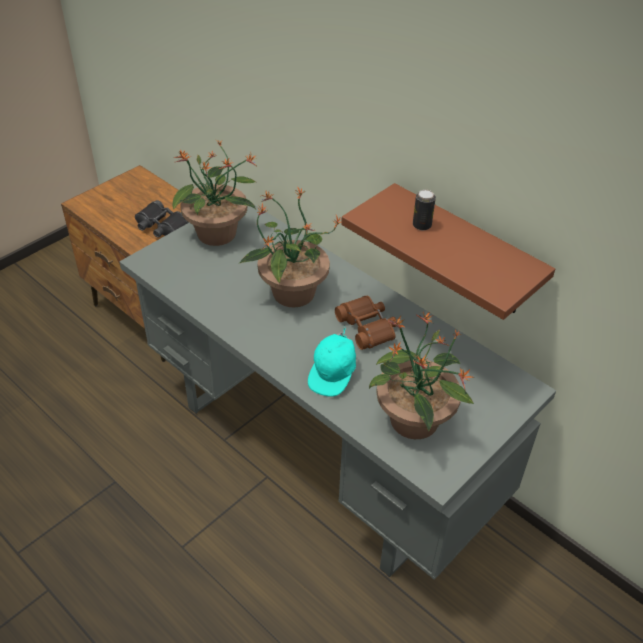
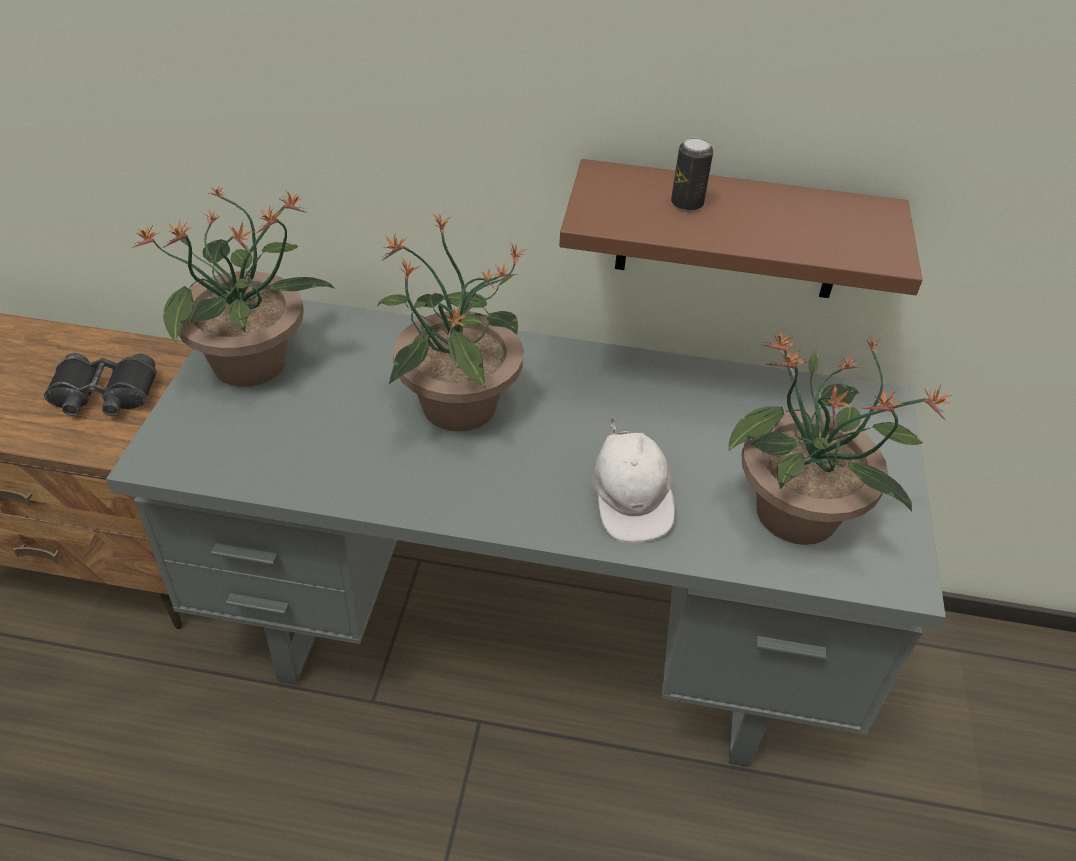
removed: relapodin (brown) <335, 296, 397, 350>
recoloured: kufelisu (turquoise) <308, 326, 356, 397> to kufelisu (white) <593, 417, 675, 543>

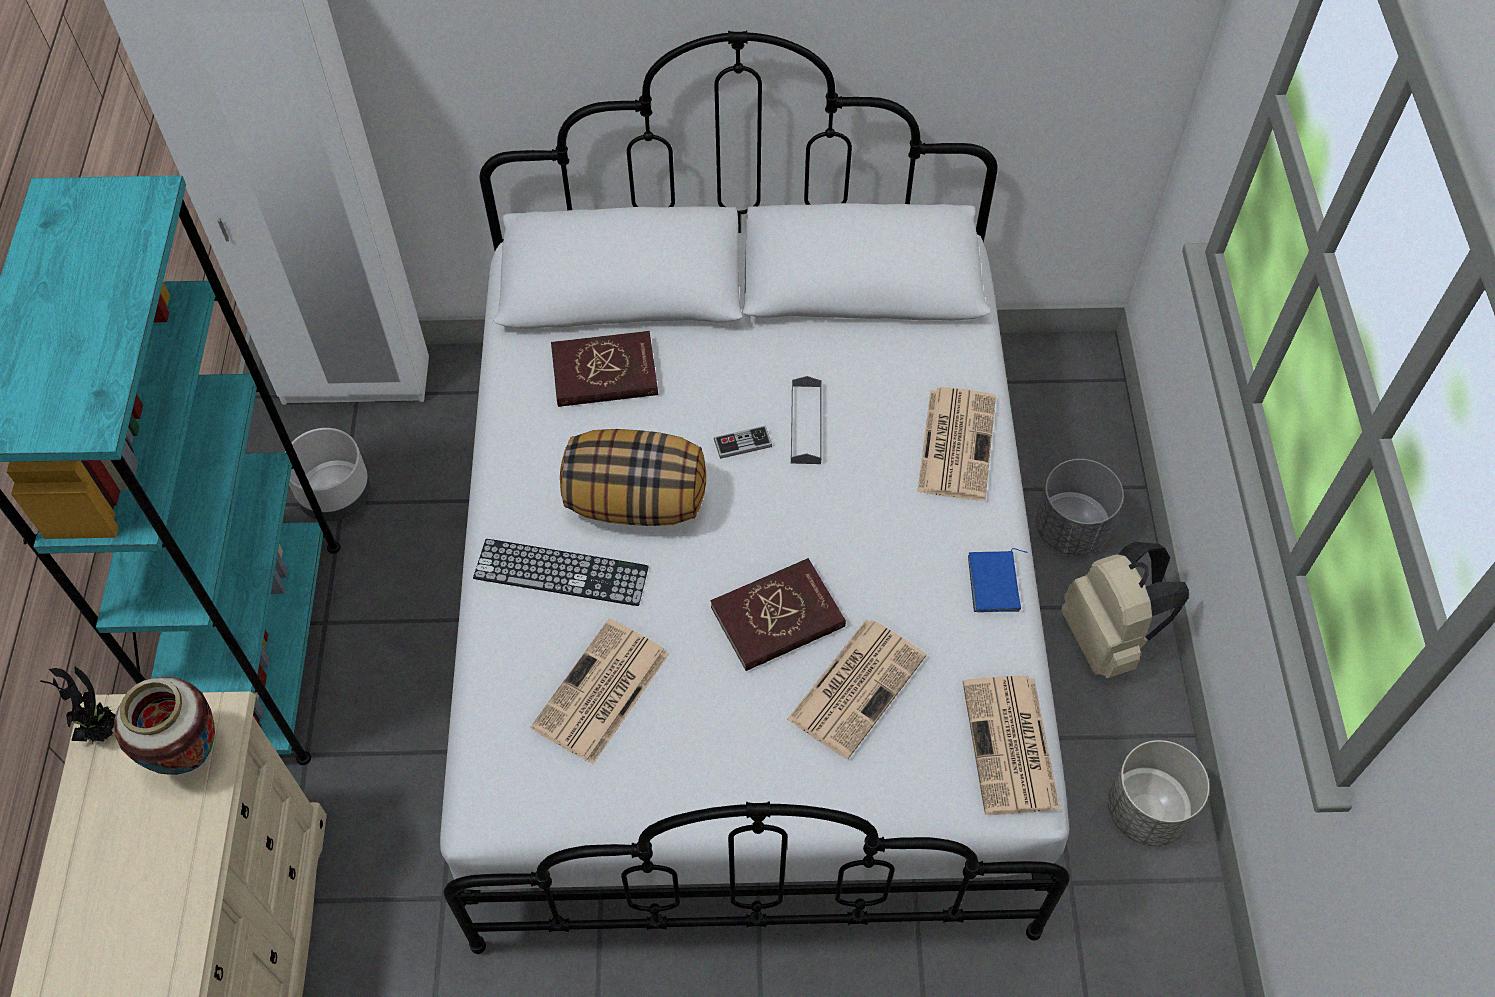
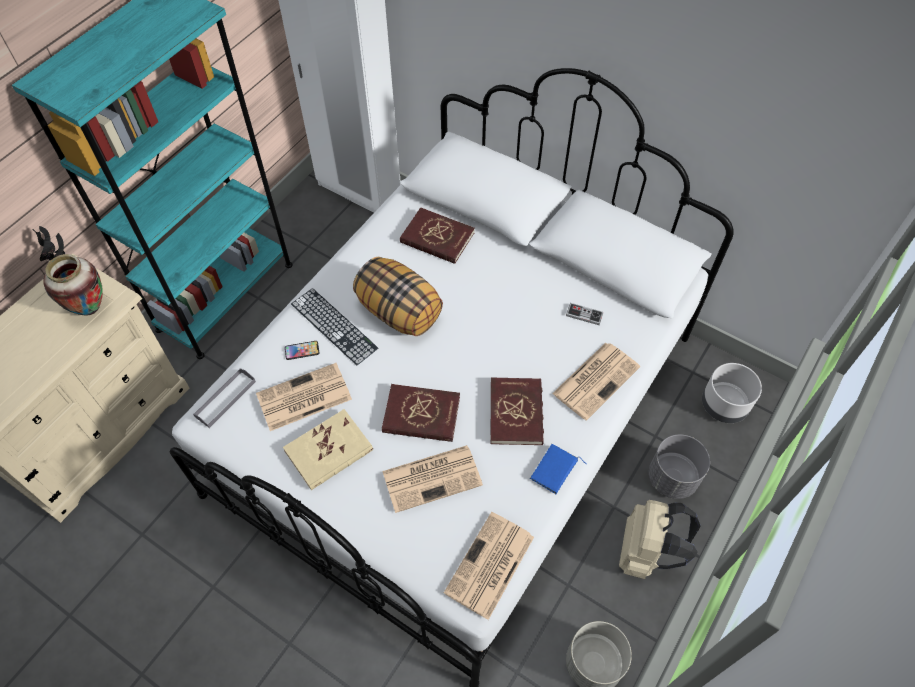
added: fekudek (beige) <283, 409, 373, 490>; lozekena <285, 341, 319, 360>; fekudek (red) <491, 378, 544, 445>
moved: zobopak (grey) <791, 376, 822, 464> to <193, 368, 256, 428>; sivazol <713, 426, 772, 459> to <566, 303, 603, 325>; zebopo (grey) <285, 428, 371, 521> to <702, 363, 762, 423>

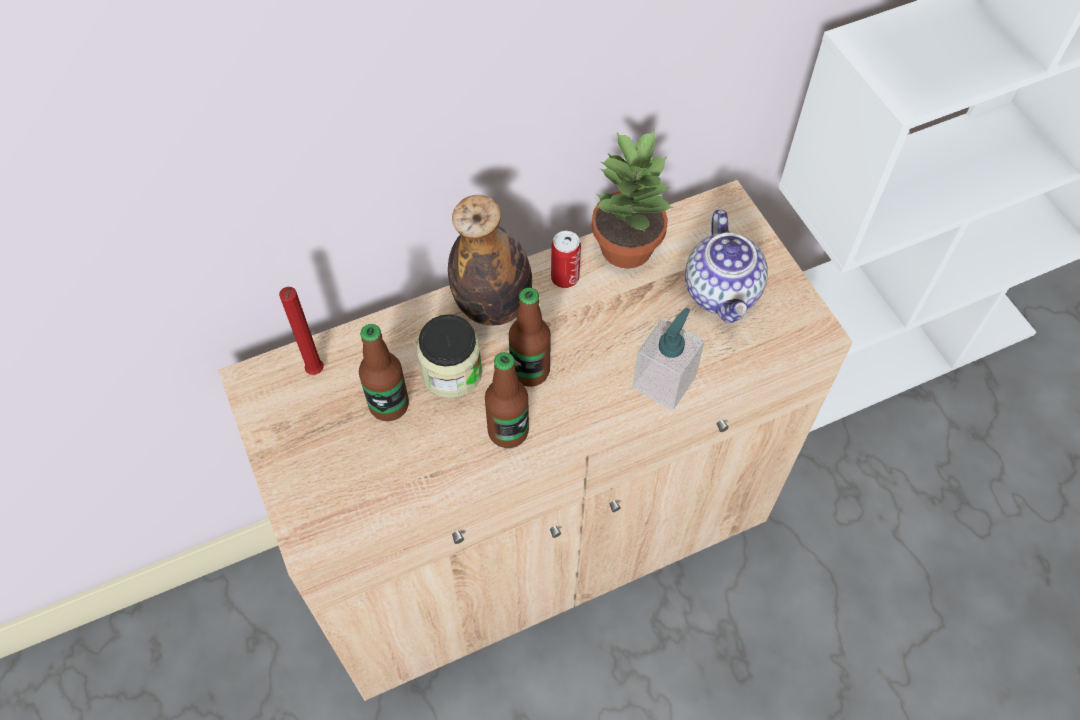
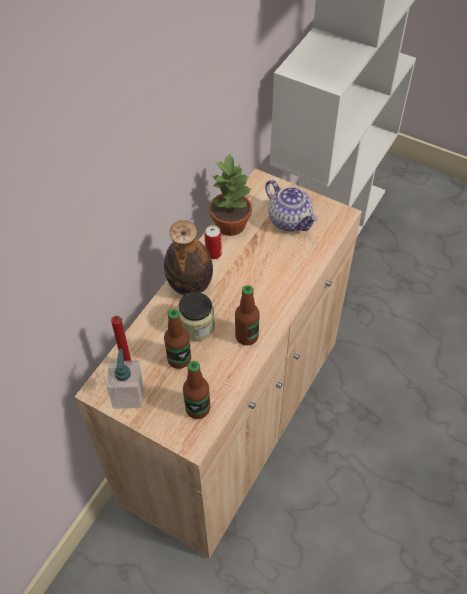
moved: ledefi <632, 307, 705, 410> to <107, 349, 144, 409>; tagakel <509, 288, 551, 387> to <183, 361, 210, 419>

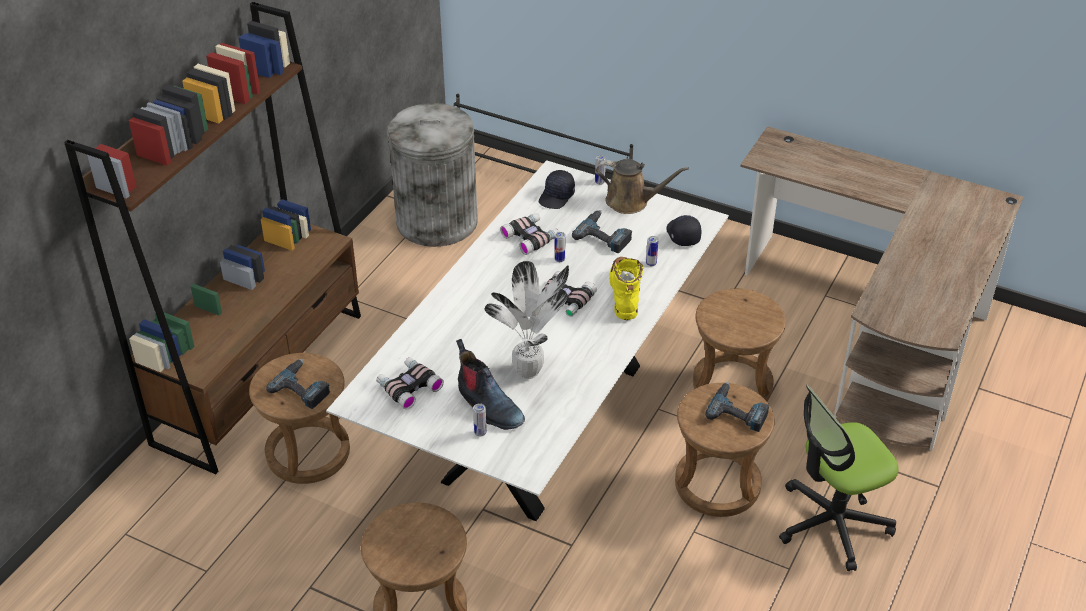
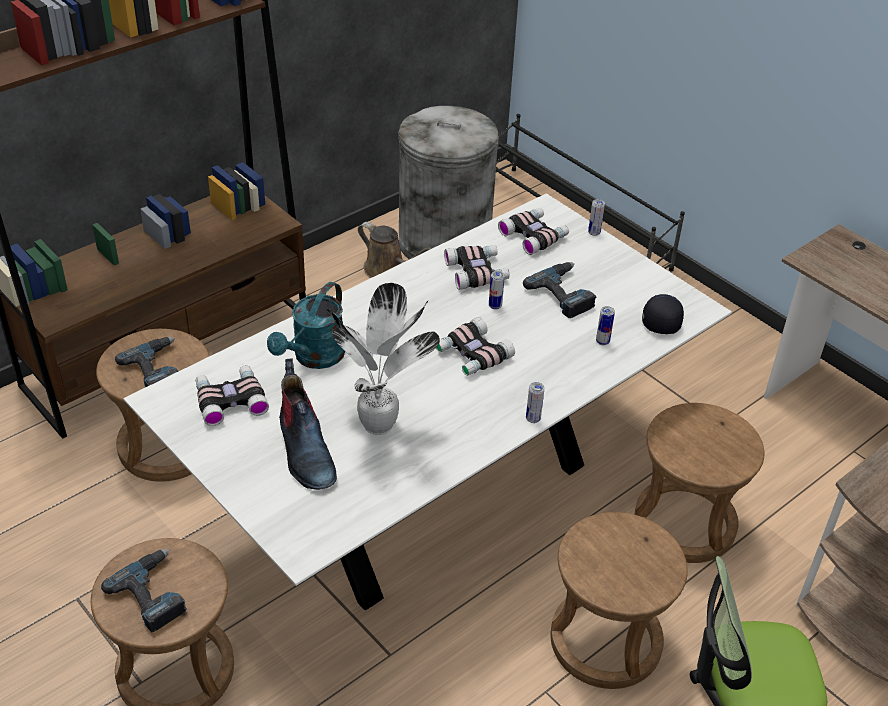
removed: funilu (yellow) <609, 257, 643, 320>
added: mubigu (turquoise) <267, 282, 345, 369>
moved: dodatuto <705, 382, 769, 432> to <101, 549, 187, 632>; mubigu (brown) <596, 159, 689, 214> to <358, 222, 432, 278>; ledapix <473, 403, 487, 436> to <526, 382, 544, 423>
replaced: kufelisu (black) <539, 170, 575, 209> to relapodin <498, 208, 569, 255>

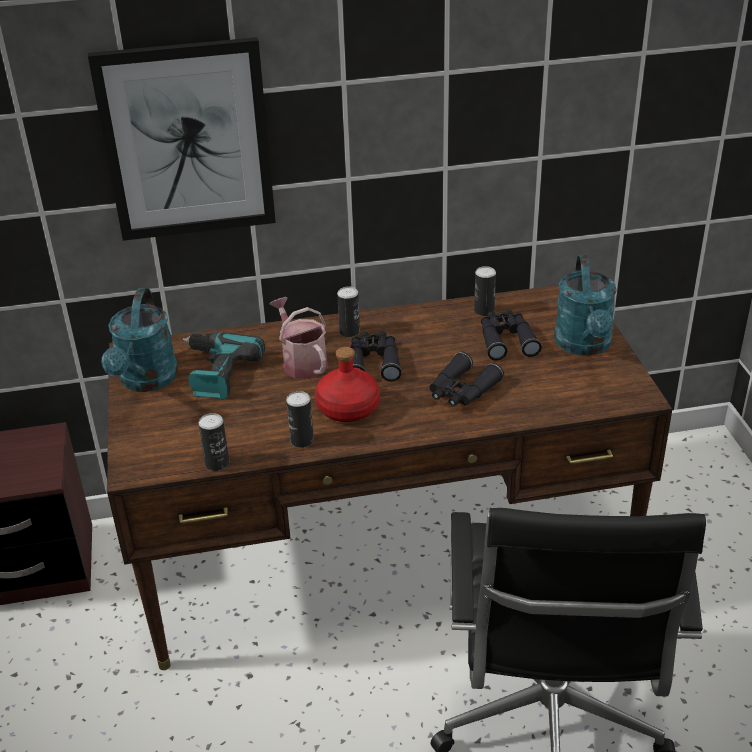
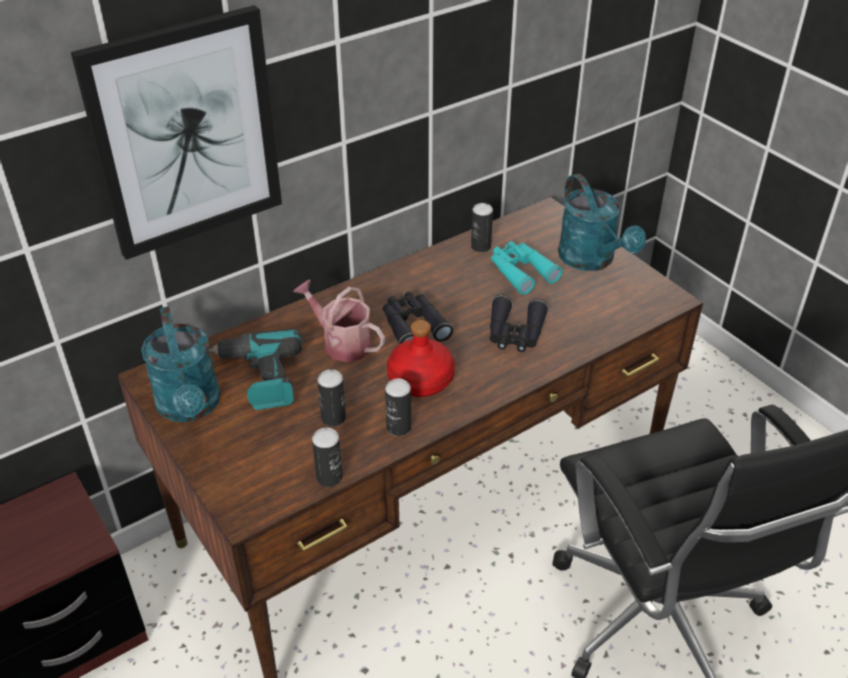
moved: ledapix <337, 287, 360, 337> to <317, 369, 346, 427>
recoloured: relapodin (black) <481, 310, 542, 360> to relapodin (turquoise) <491, 241, 562, 295>

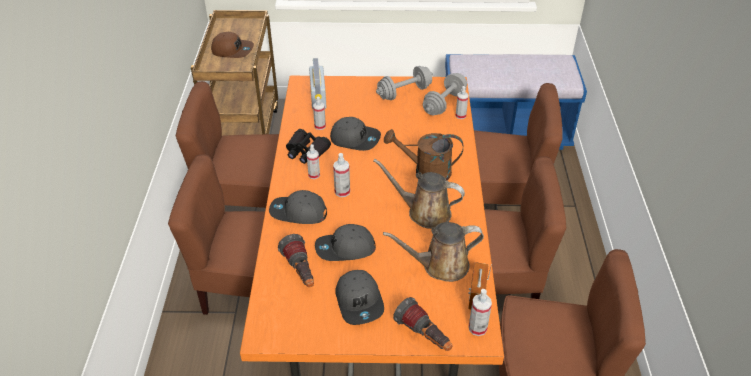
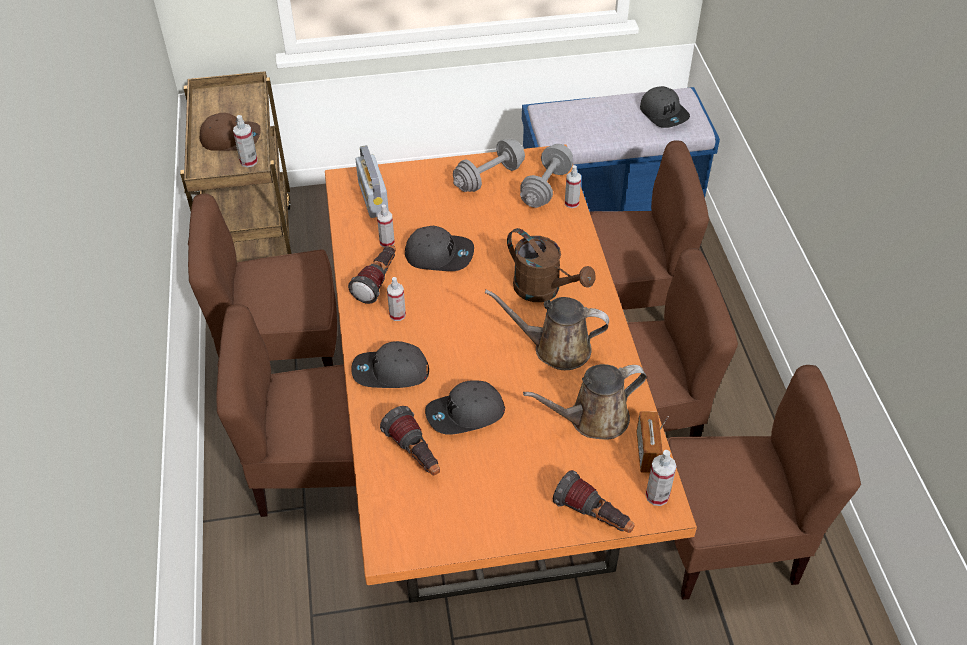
moved: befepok <333, 153, 350, 197> to <233, 115, 258, 167>; kufelisu (grey) <335, 270, 384, 325> to <640, 86, 690, 128>
replaced: relapodin (black) <286, 129, 331, 164> to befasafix <348, 245, 396, 304>
turned: mubigu (brown) <384, 129, 463, 181> = <507, 228, 596, 302> 135 degrees counterclockwise

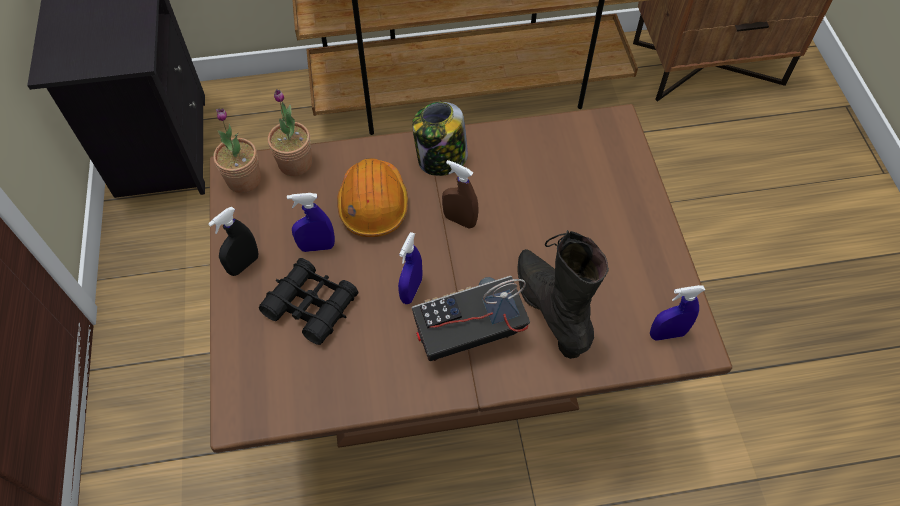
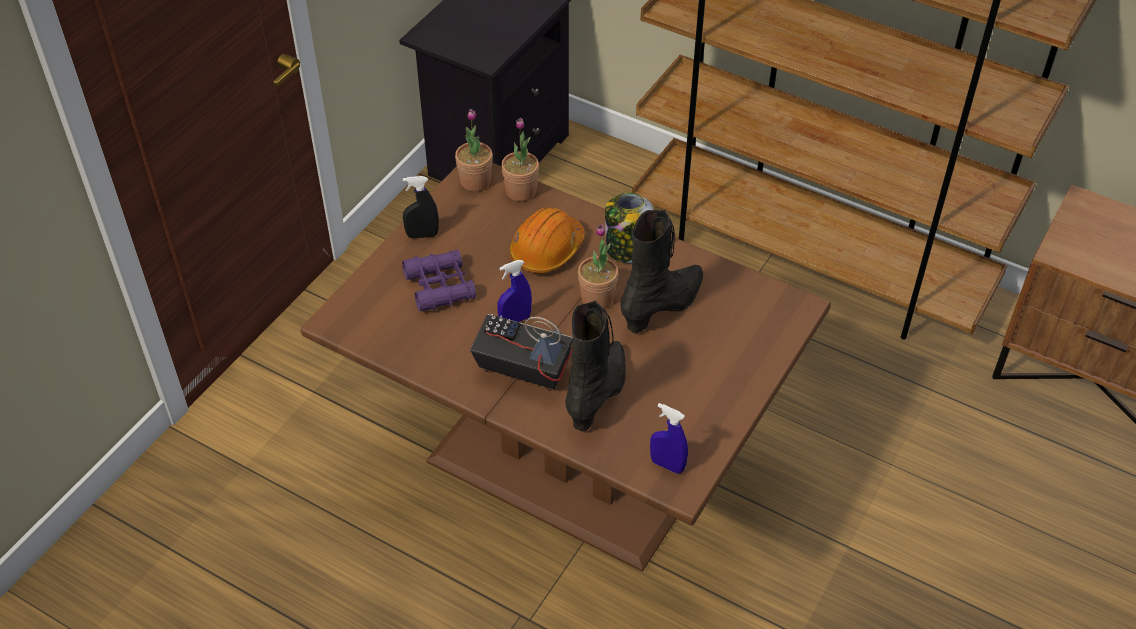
removed: befepok (blue) <287, 193, 335, 252>
added: funilu (black) <620, 210, 703, 333>
replaced: befepok (brown) <442, 160, 479, 229> to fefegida <578, 224, 619, 308>
recoloured: relapodin (black) <259, 258, 358, 345> to relapodin (purple) <402, 249, 476, 311>

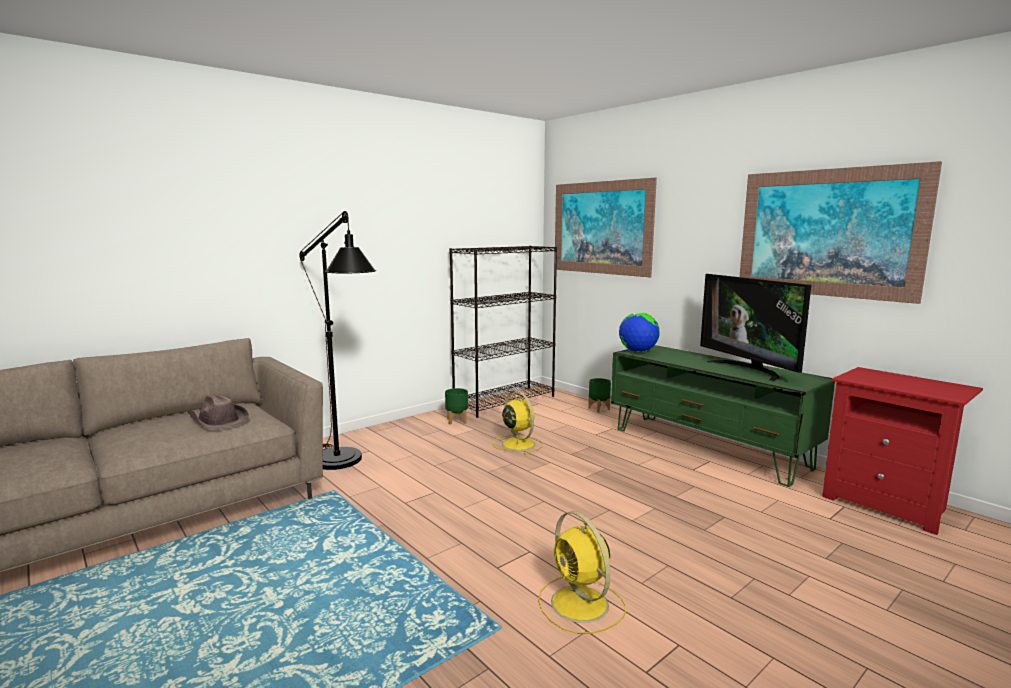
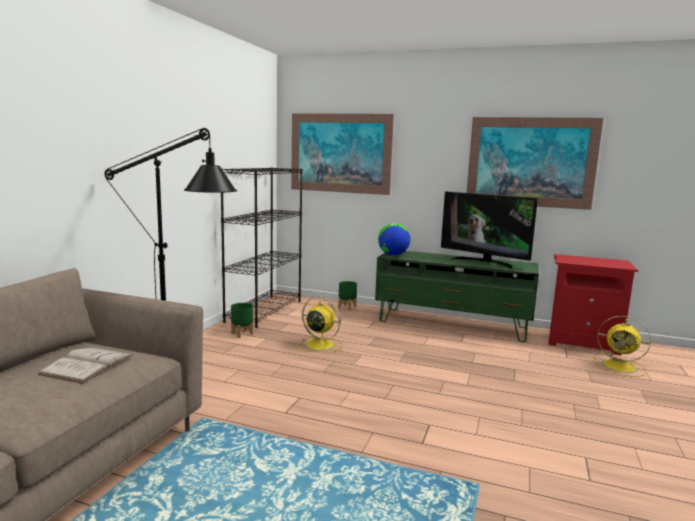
moved: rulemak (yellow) <538, 511, 626, 634> to <594, 316, 651, 377>
replaced: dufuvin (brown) <187, 394, 249, 430> to fekudek (white) <37, 348, 134, 384>

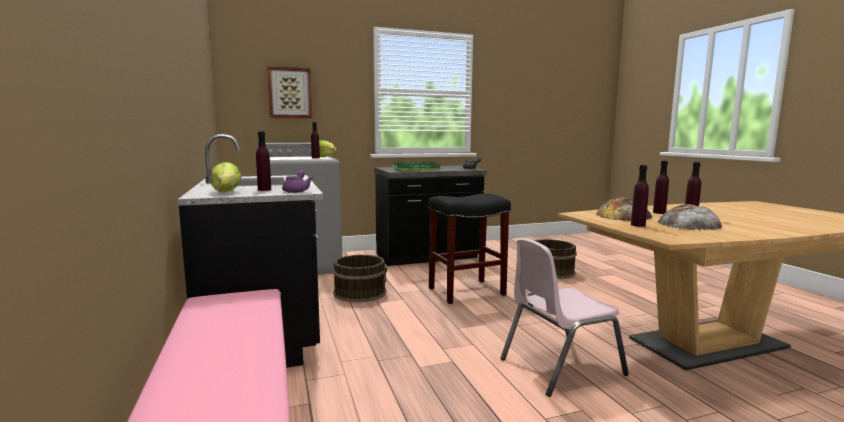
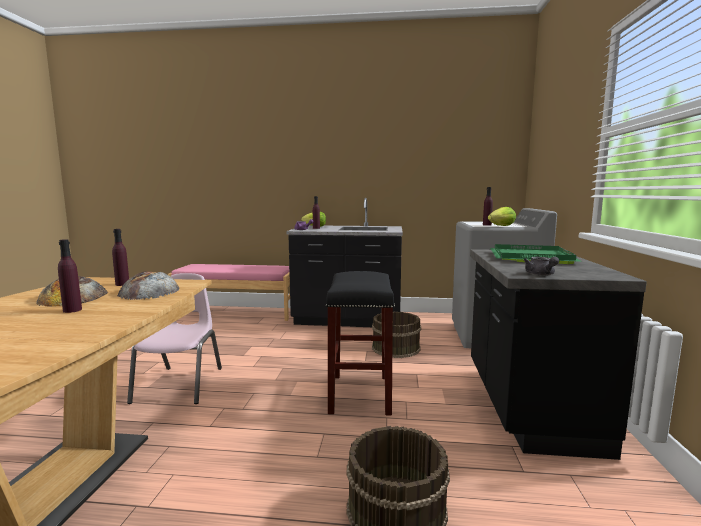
removed: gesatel <267, 66, 312, 118>; tagakel (purple) <653, 161, 669, 214>

